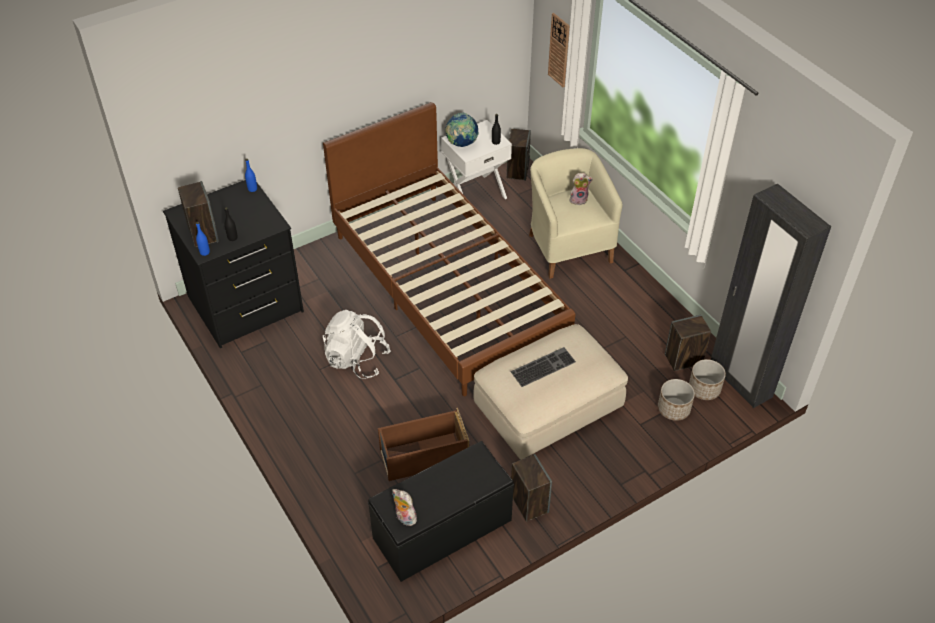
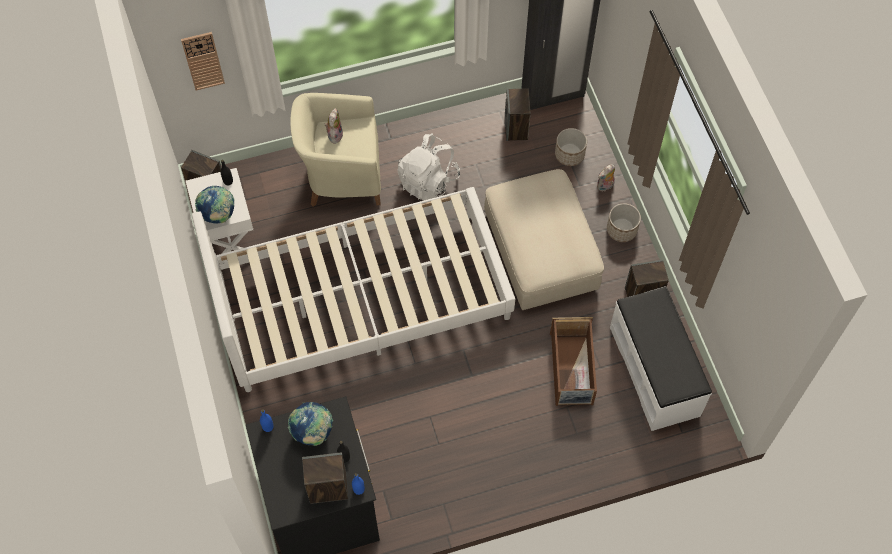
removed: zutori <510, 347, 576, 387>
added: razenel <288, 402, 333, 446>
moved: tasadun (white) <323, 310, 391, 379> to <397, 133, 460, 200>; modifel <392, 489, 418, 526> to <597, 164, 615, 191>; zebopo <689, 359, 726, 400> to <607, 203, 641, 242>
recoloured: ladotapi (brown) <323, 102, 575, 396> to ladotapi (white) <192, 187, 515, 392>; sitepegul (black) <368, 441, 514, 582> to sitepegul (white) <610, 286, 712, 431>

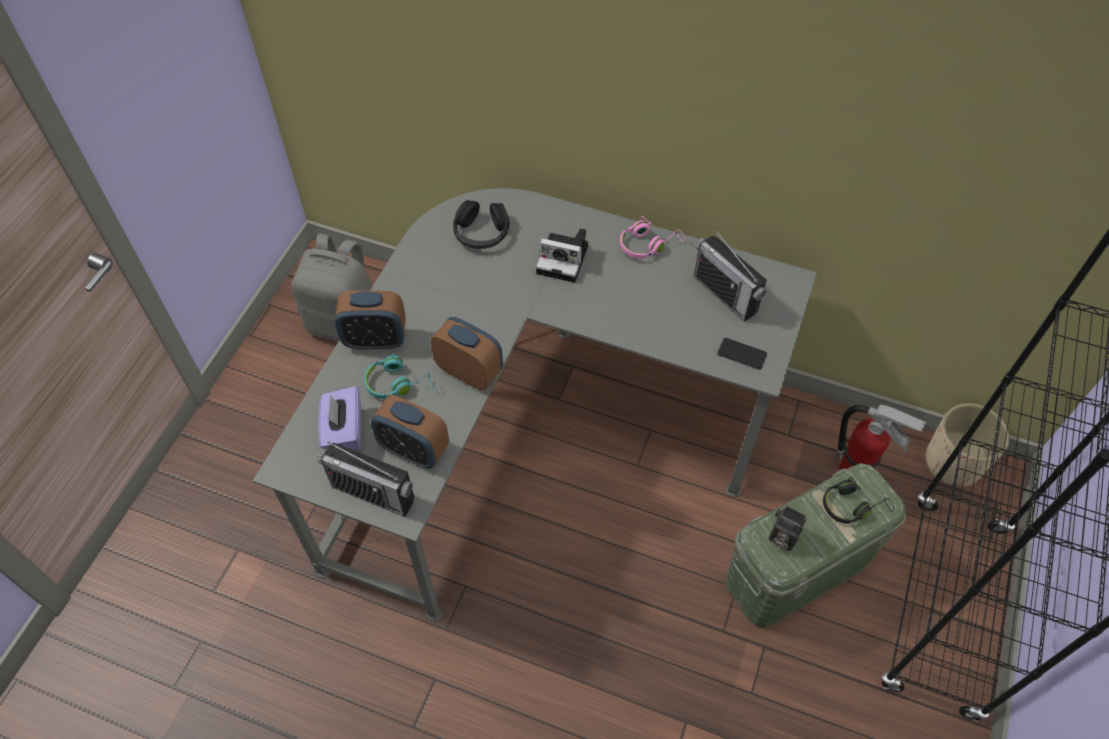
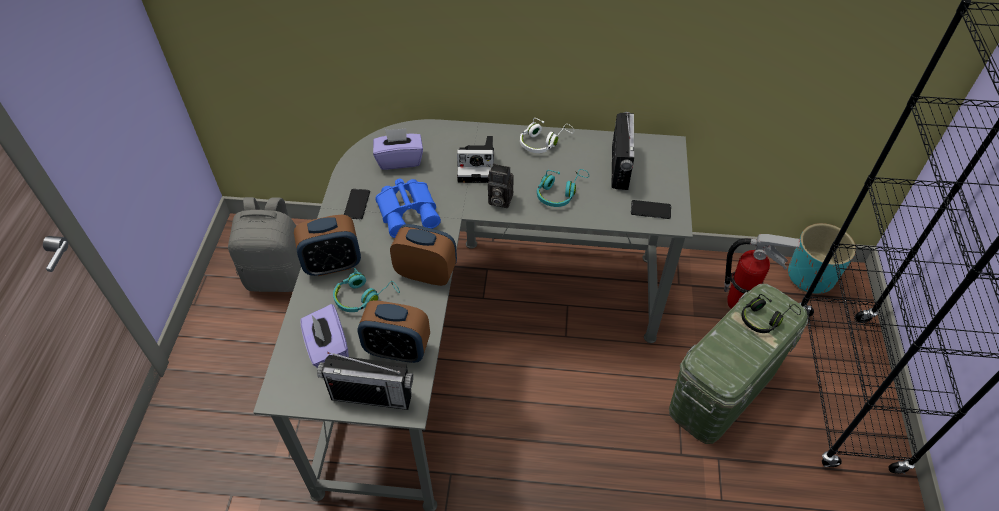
added: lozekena <344, 189, 370, 219>; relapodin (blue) <375, 179, 441, 238>; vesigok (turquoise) <537, 169, 589, 207>
moved: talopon <769, 506, 806, 551> to <488, 164, 514, 208>
replaced: vesigok (black) <453, 200, 510, 249> to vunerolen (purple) <373, 128, 423, 170>
recoloured: vesigok (pink) <620, 216, 685, 259> to vesigok (white) <520, 118, 574, 153>; zebopo (beige) <926, 403, 1010, 487> to zebopo (turquoise) <788, 223, 856, 294>
turned: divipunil <694, 228, 767, 322> = <611, 112, 634, 190> 120 degrees counterclockwise

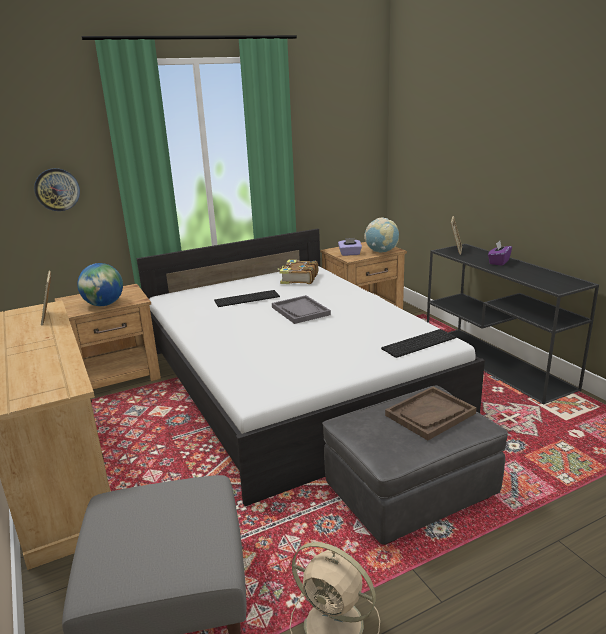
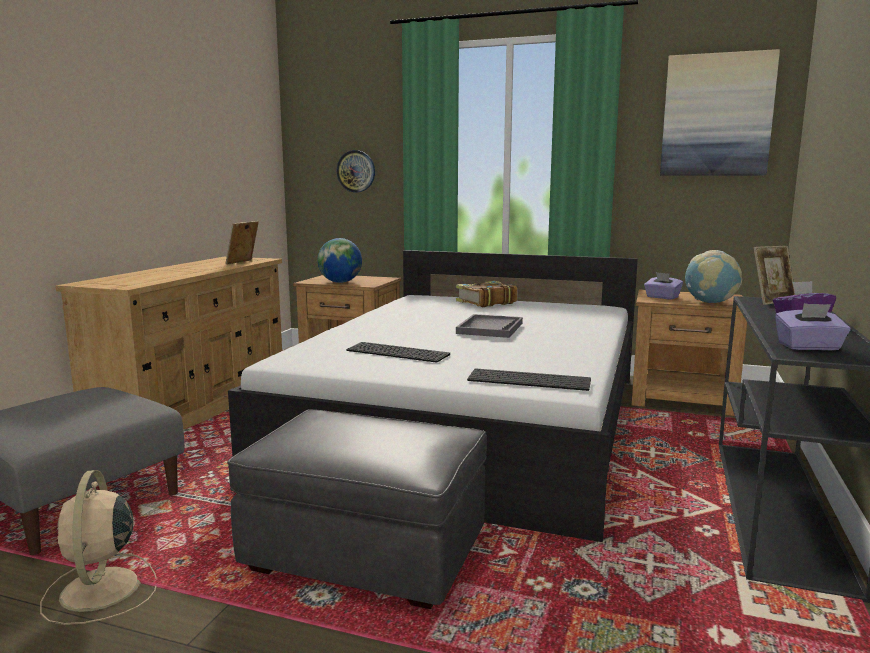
removed: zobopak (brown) <385, 387, 477, 440>
added: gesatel <660, 49, 780, 176>; vunerolen (purple) <775, 303, 851, 350>
moved: zutori <214, 290, 280, 307> to <346, 342, 450, 363>; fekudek <277, 260, 318, 284> to <456, 281, 517, 307>

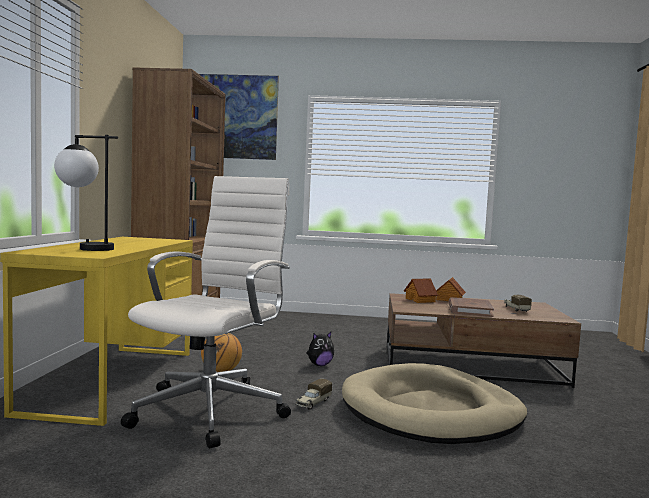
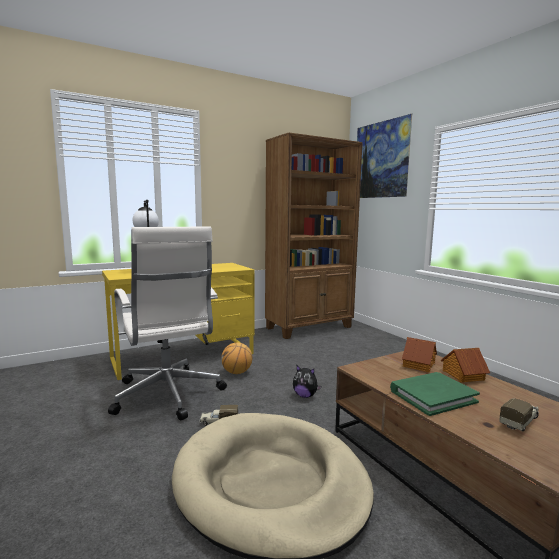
recoloured: fekudek (brown) <449, 297, 494, 317> to fekudek (green) <390, 372, 480, 416>
turned: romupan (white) <121, 176, 291, 449> = <108, 226, 227, 421> 75 degrees clockwise

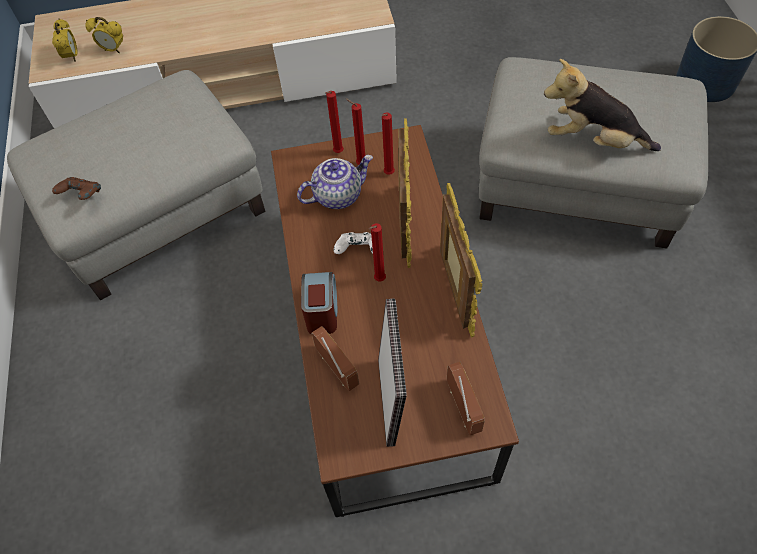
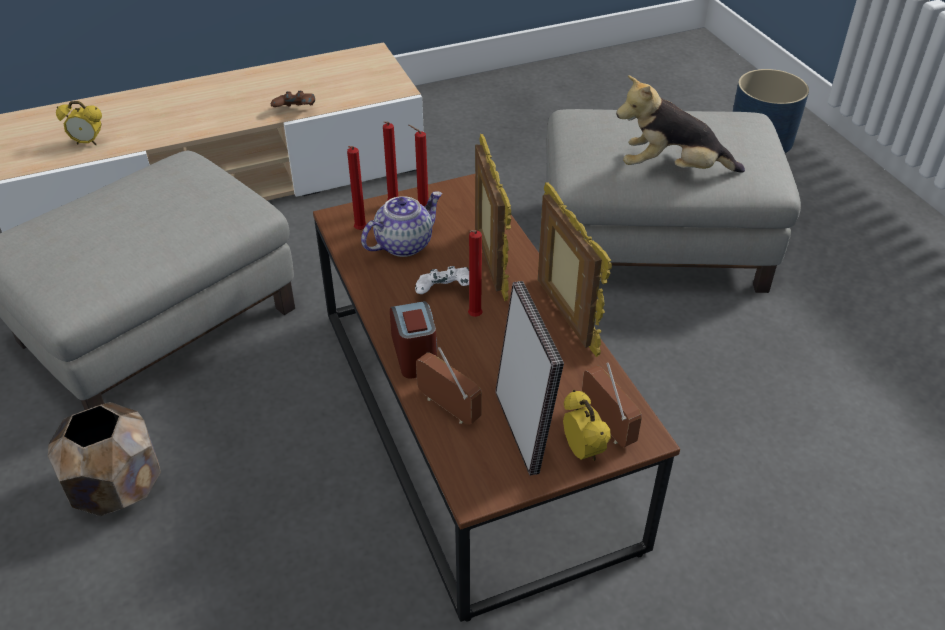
added: zebopo (brown) <48, 402, 161, 516>
moved: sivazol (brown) <52, 177, 101, 200> to <271, 91, 315, 107>; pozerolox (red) <382, 113, 395, 175> to <347, 146, 366, 230>; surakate <52, 19, 78, 61> to <563, 390, 611, 461>

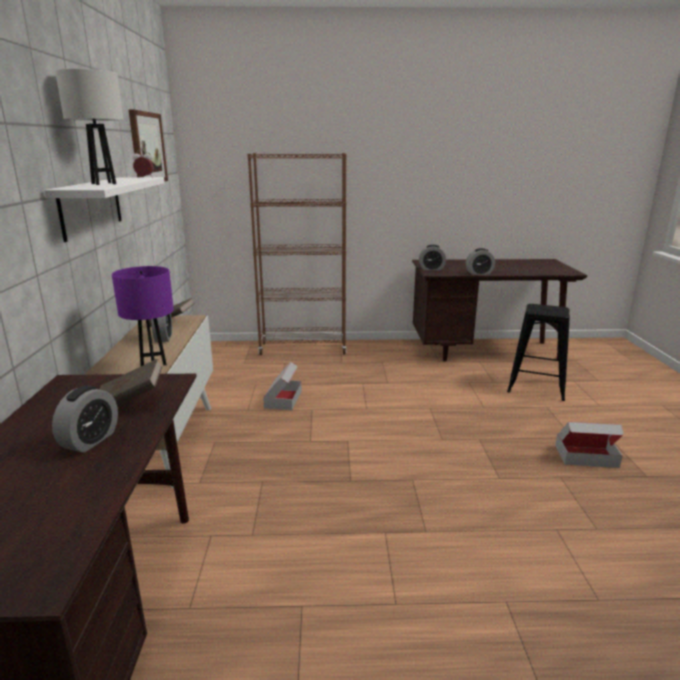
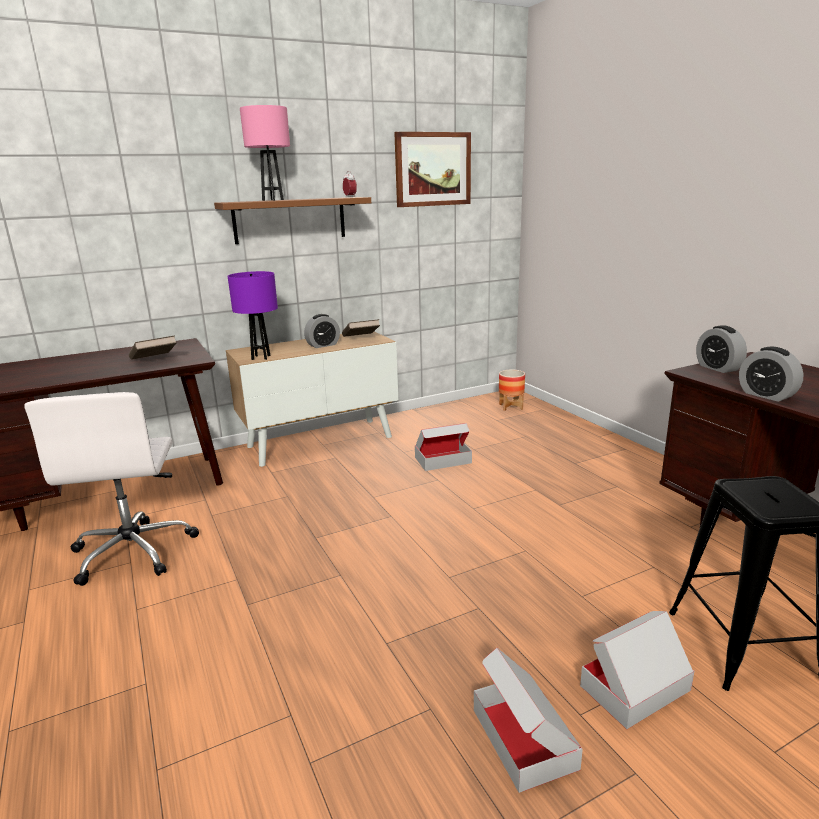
removed: surakate <52, 385, 118, 453>; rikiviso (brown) <247, 153, 347, 355>
added: romupan (white) <24, 392, 199, 586>; zebopo <499, 369, 525, 411>; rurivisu <580, 611, 694, 729>
recoloured: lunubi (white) <44, 177, 165, 242> to lunubi (brown) <214, 197, 371, 244>; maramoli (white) <55, 69, 123, 185> to maramoli (pink) <240, 105, 290, 201>

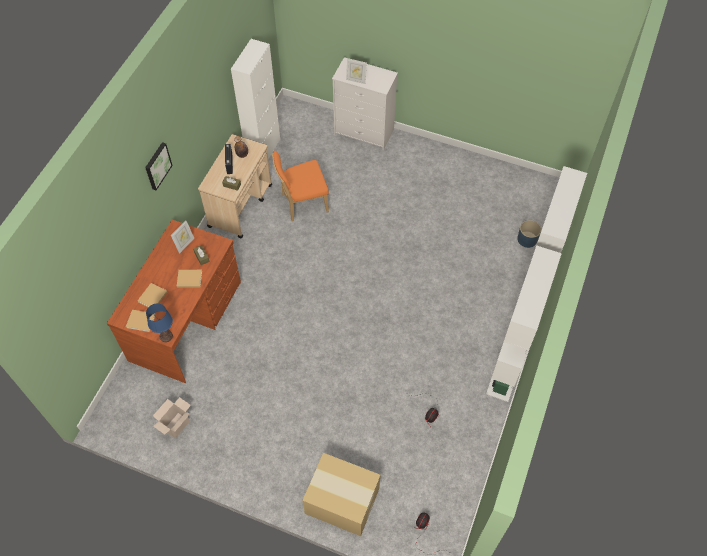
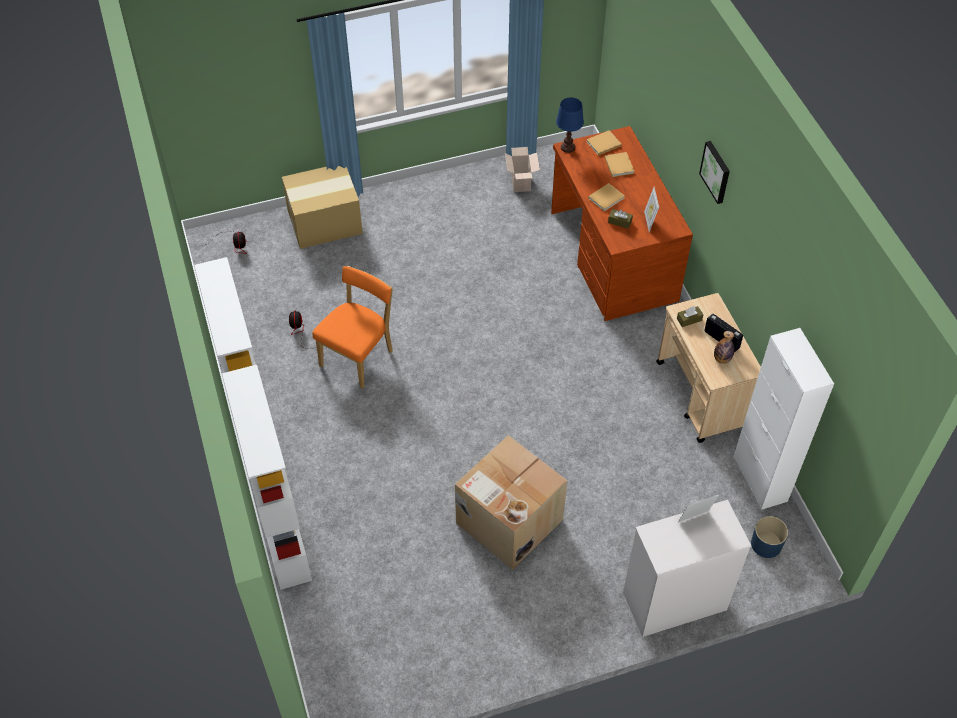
added: rurivisu <455, 435, 567, 570>
moved: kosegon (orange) <272, 151, 329, 221> to <313, 266, 393, 389>; zebopo (blue) <517, 220, 541, 248> to <751, 516, 788, 558>

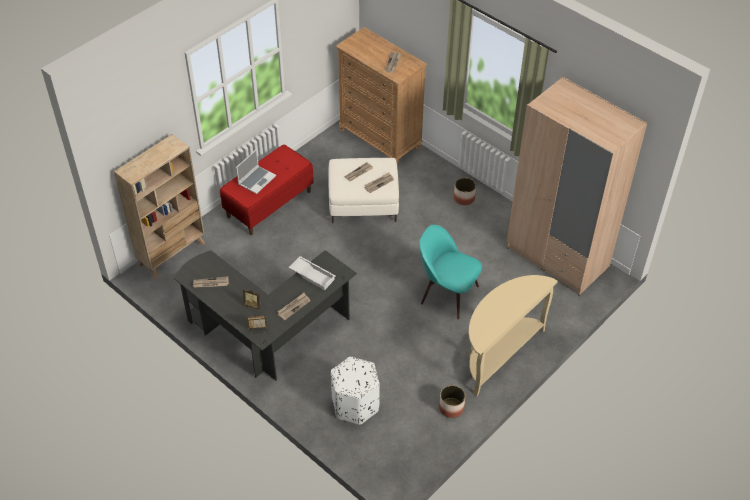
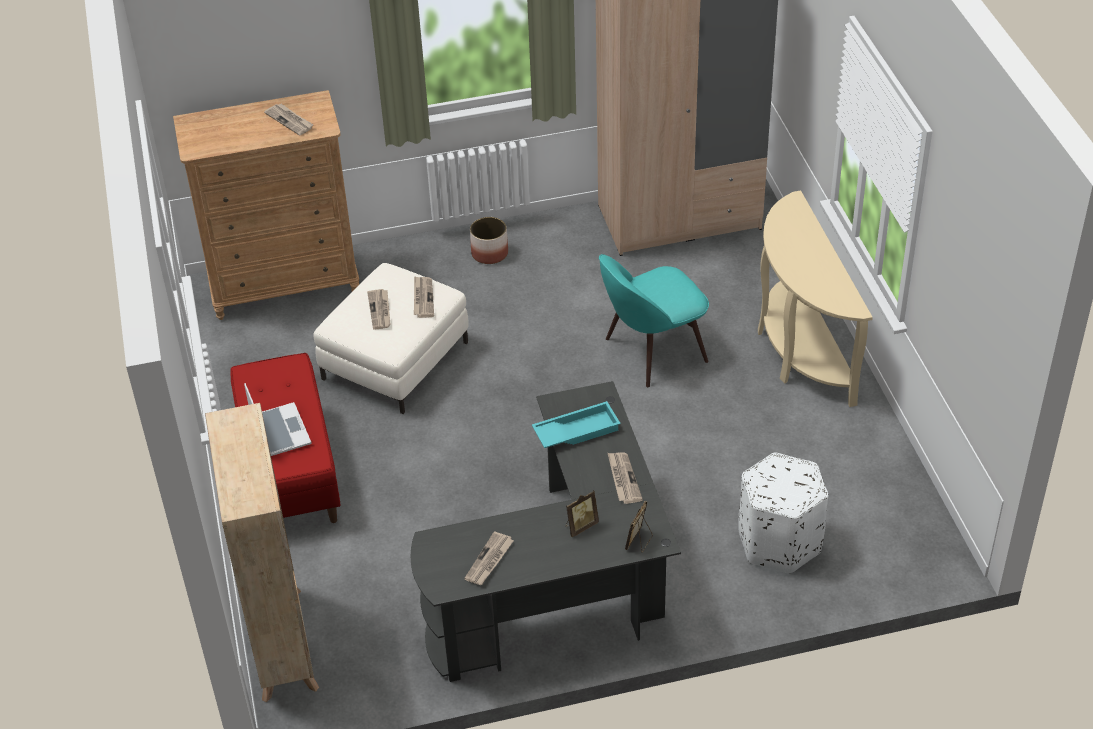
removed: zebopo <439, 385, 465, 418>
recoloured: zobopak (white) <289, 256, 335, 290> to zobopak (turquoise) <532, 401, 621, 448>

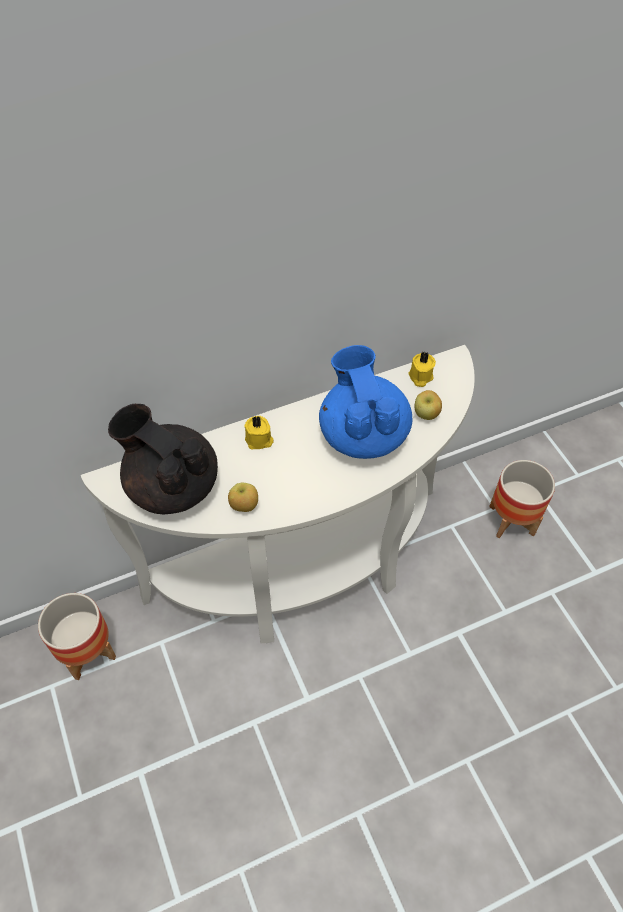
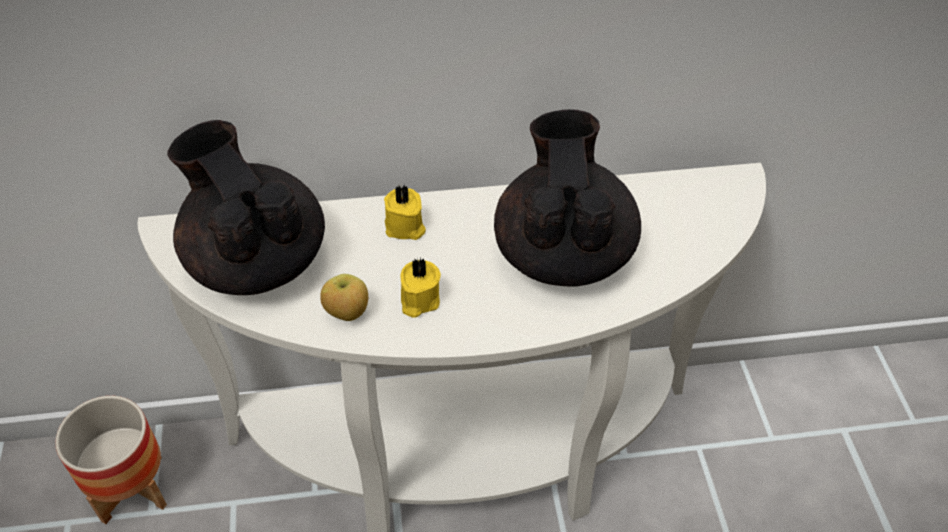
removed: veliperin <414, 390, 442, 420>; zebopo <489, 460, 555, 538>
moved: pozerolox (yellow) <409, 351, 436, 387> to <401, 257, 441, 317>
recoloured: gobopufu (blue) <319, 345, 412, 459> to gobopufu (black) <494, 109, 641, 286>

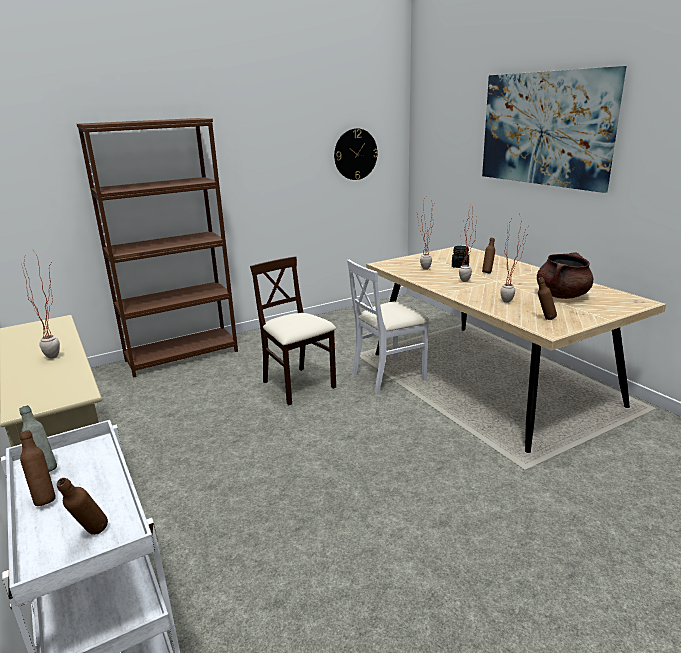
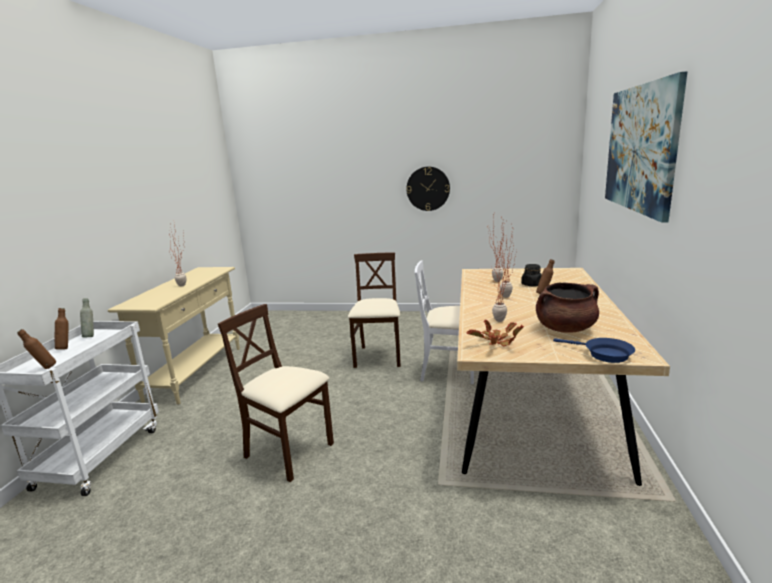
removed: rikiviso (brown) <77, 118, 238, 378>
added: kosegon (beige) <218, 304, 334, 482>; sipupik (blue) <553, 338, 635, 363>
moved: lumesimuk <334, 128, 378, 180> to <406, 167, 450, 211>
replaced: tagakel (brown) <538, 277, 557, 320> to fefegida <467, 319, 524, 346>

